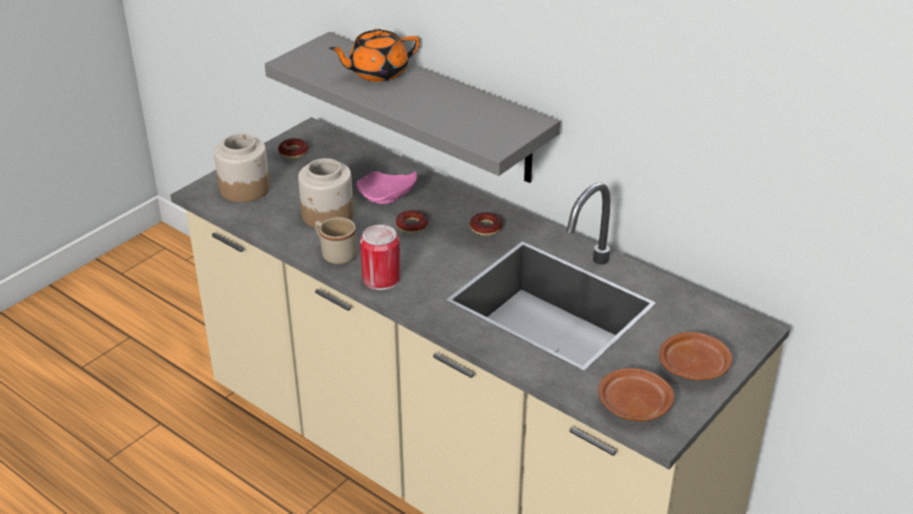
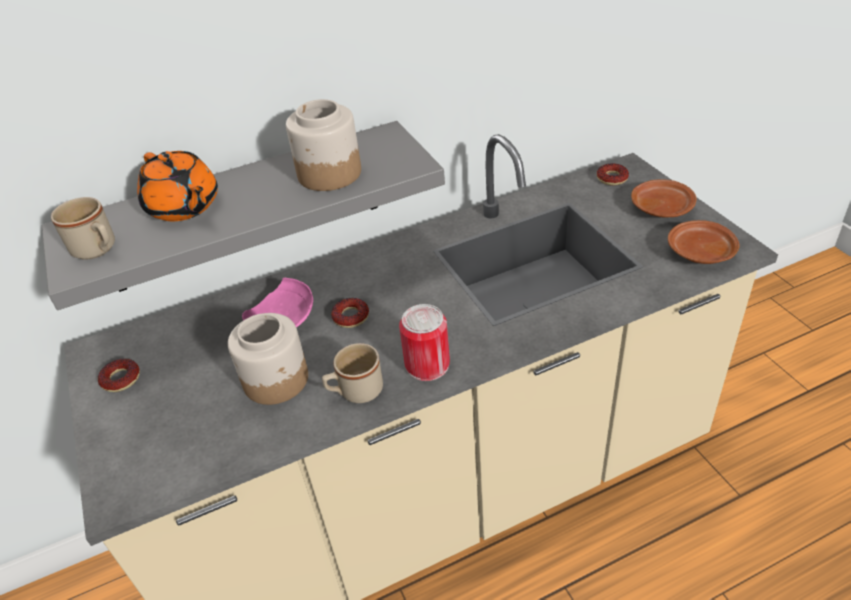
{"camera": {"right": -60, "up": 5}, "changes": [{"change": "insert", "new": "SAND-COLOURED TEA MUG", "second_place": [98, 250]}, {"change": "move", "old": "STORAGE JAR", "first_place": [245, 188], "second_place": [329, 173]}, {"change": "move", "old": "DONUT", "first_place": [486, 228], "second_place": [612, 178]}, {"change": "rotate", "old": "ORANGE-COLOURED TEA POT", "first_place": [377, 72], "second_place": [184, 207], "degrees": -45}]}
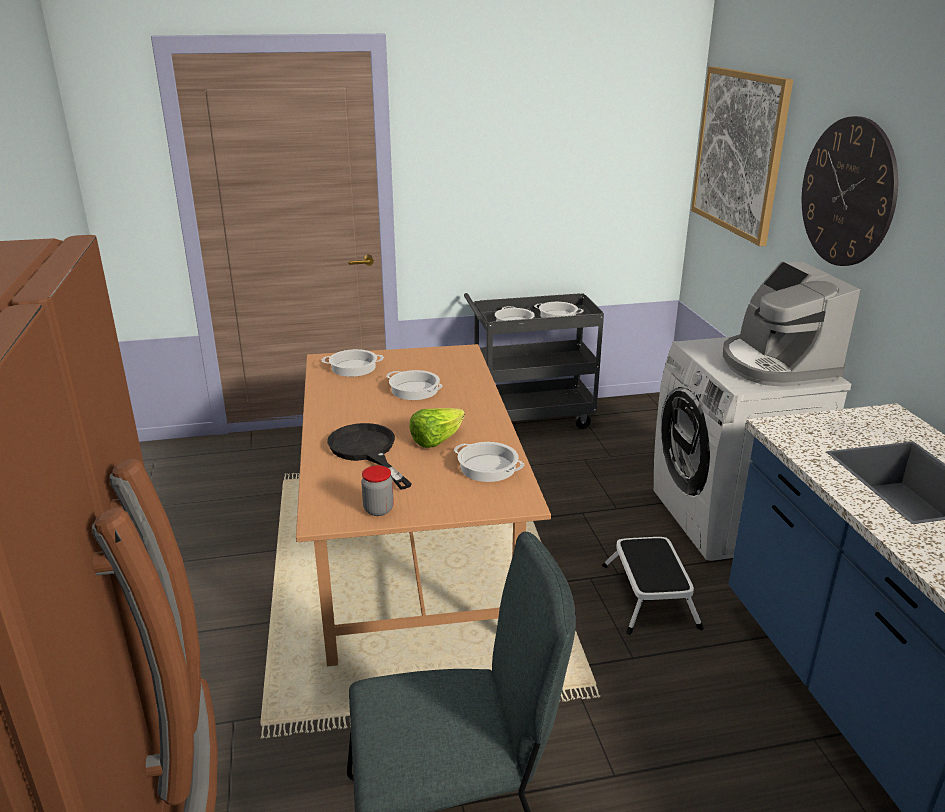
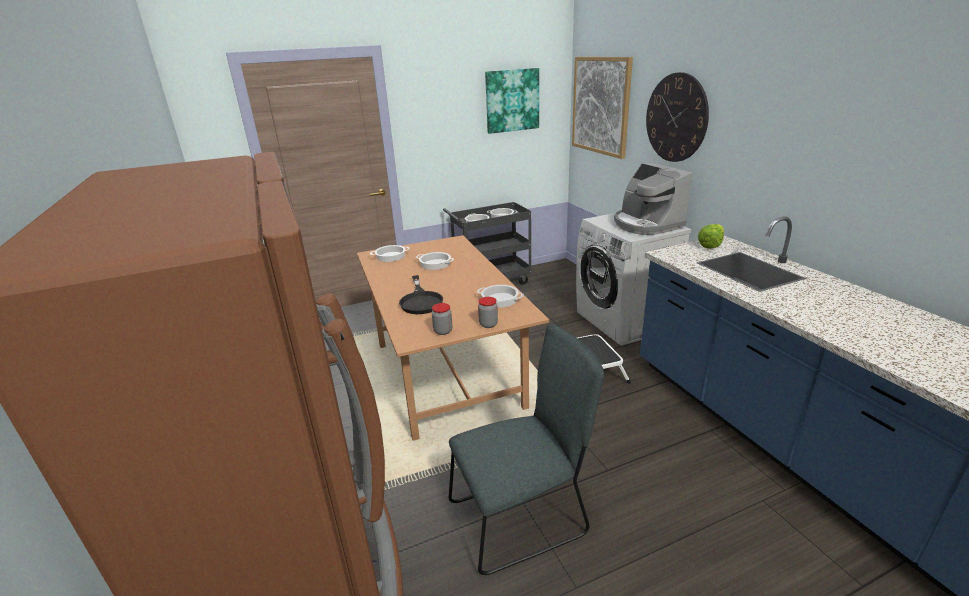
{"camera": {"right": -10, "up": 0}, "changes": [{"change": "insert", "new": "STORAGE JAR", "second_place": [488, 324]}, {"change": "insert", "new": "PICTURE", "second_place": [512, 100]}, {"change": "move", "old": "LETTUCE", "first_place": [436, 440], "second_place": [710, 245]}, {"change": "rotate", "old": "BLACKISH SKILLET", "first_place": [367, 451], "second_place": [421, 300], "degrees": -150}]}
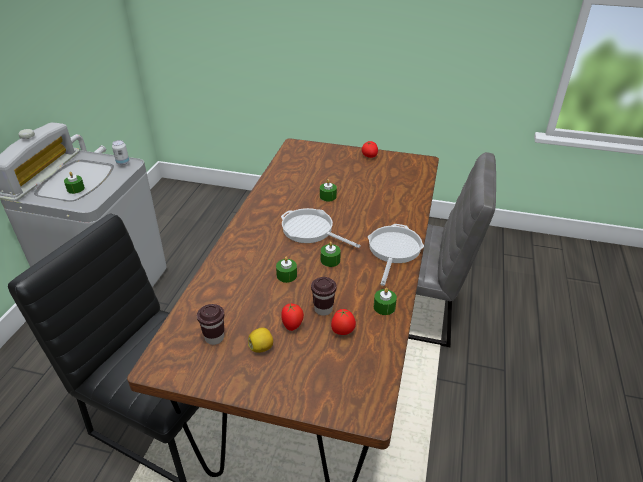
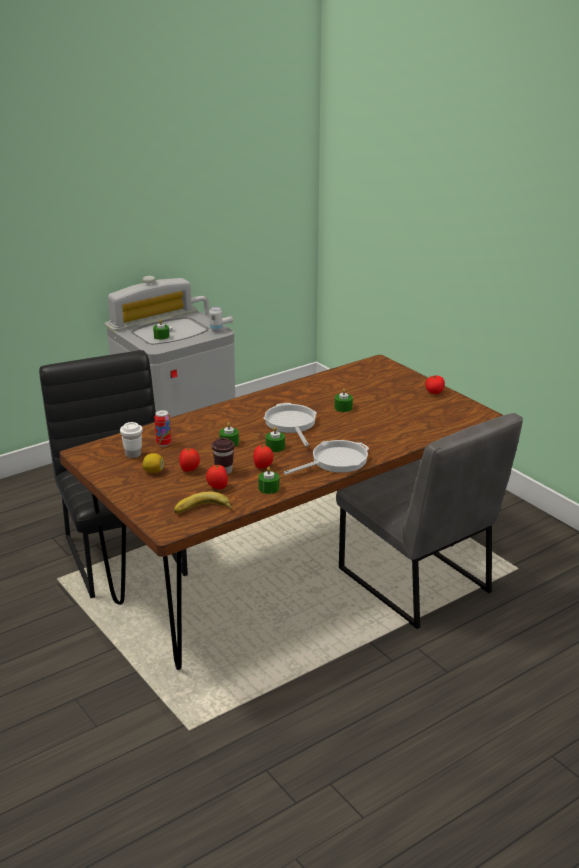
{"camera": {"right": 40, "up": -10}, "changes": [{"change": "insert", "new": "CAN", "second_place": [163, 443]}, {"change": "insert", "new": "BANANA", "second_place": [203, 510]}, {"change": "insert", "new": "TOMATO", "second_place": [263, 467]}, {"change": "recolor", "old": "BROWN-COLOURED DRINKING CUP", "new": "WHITISH DRINKING CUP", "first_place": [214, 338], "second_place": [133, 454]}]}
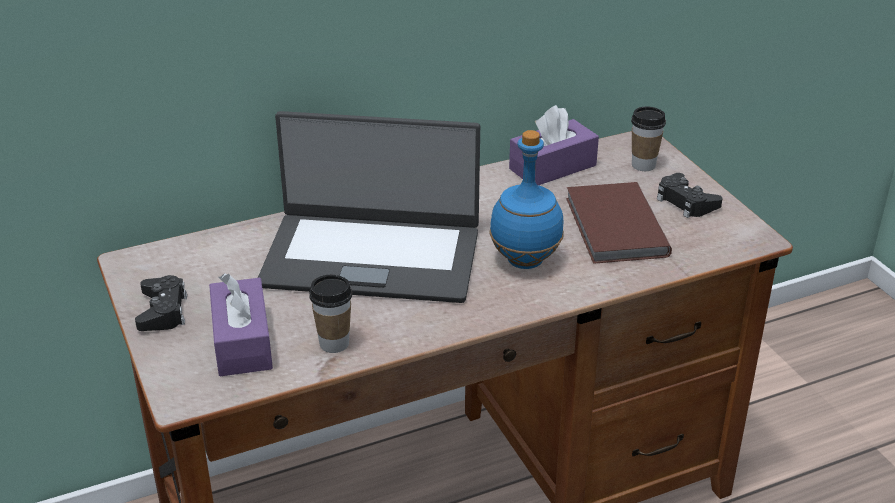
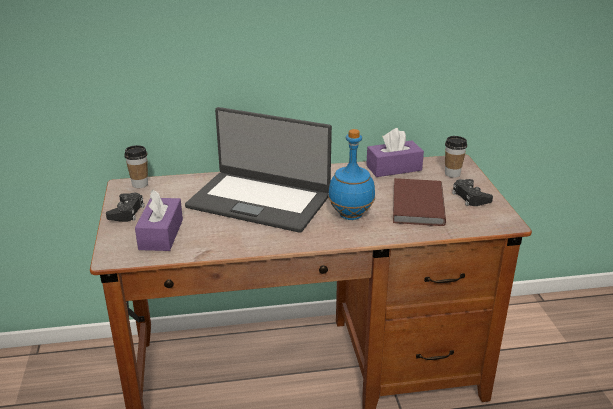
{"camera": {"right": 15, "up": -5}, "changes": [{"change": "move", "old": "DRINKING CUP", "first_place": [334, 343], "second_place": [140, 184]}]}
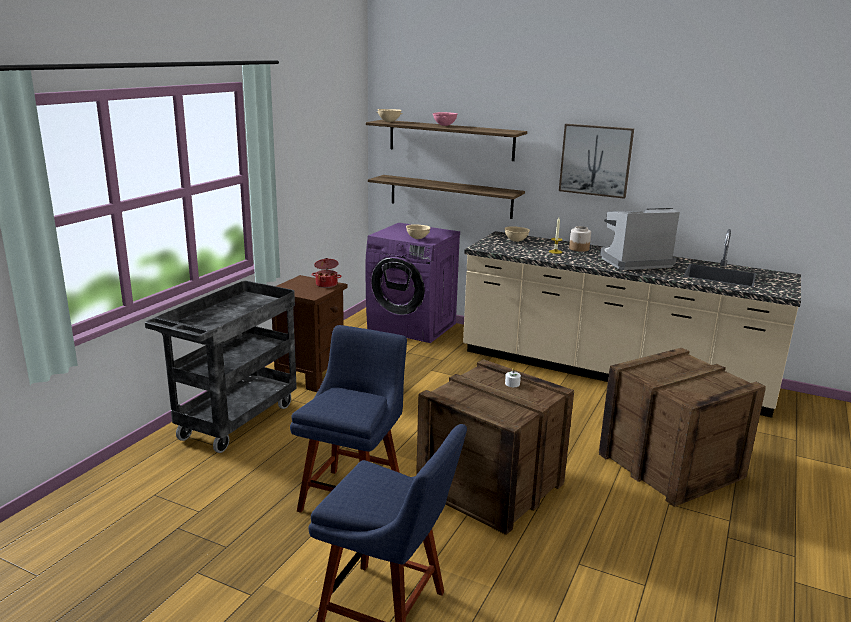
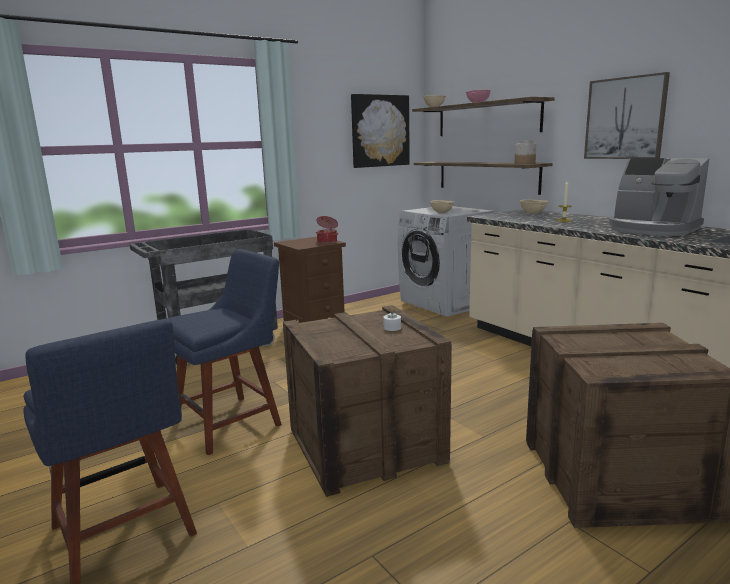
{"camera": {"right": 30, "up": -5}, "changes": [{"change": "insert", "new": "PICTURE", "second_place": [380, 131]}, {"change": "move", "old": "STORAGE JAR", "first_place": [579, 248], "second_place": [525, 163]}, {"change": "recolor", "old": "PURPLISH LAUNDRY MACHINE", "new": "WHITISH LAUNDRY MACHINE", "first_place": [412, 328], "second_place": [444, 305]}, {"change": "rotate", "old": "COFFEE MACHINE", "first_place": [633, 261], "second_place": [652, 229], "degrees": -150}]}
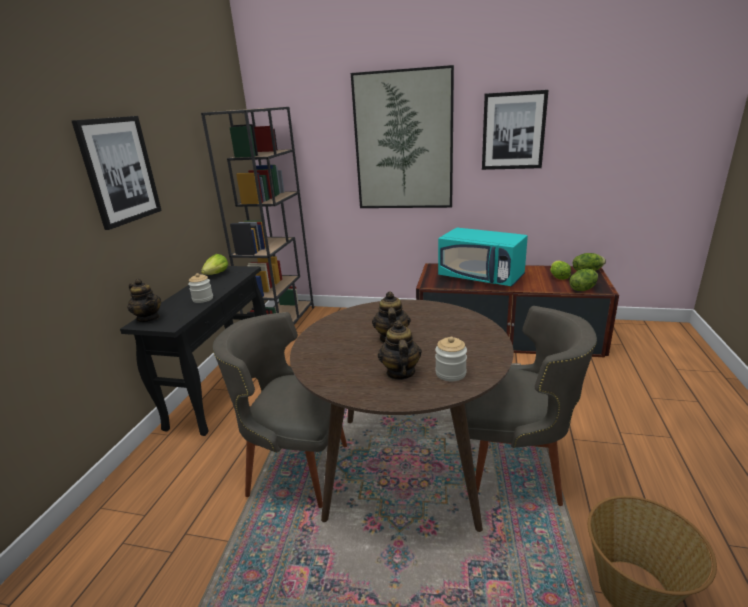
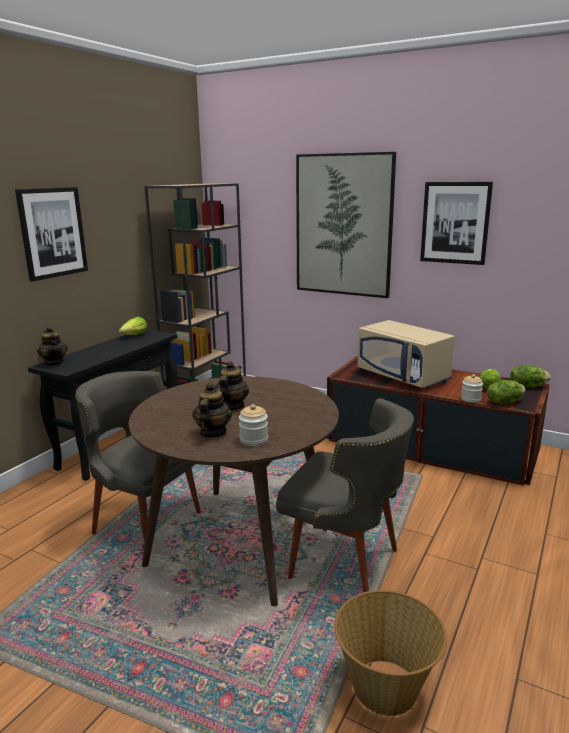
{"camera": {"right": 15, "up": -5}, "changes": [{"change": "move", "old": "STORAGE JAR", "first_place": [203, 299], "second_place": [470, 399]}, {"change": "recolor", "old": "BLUE-GREEN KITCHEN MICROWAVE", "new": "SAND-COLOURED KITCHEN MICROWAVE", "first_place": [481, 277], "second_place": [403, 376]}]}
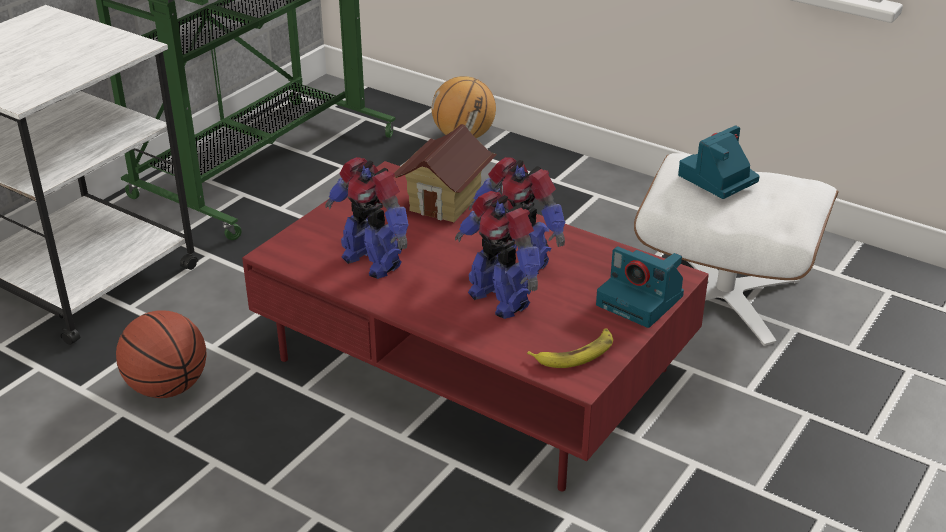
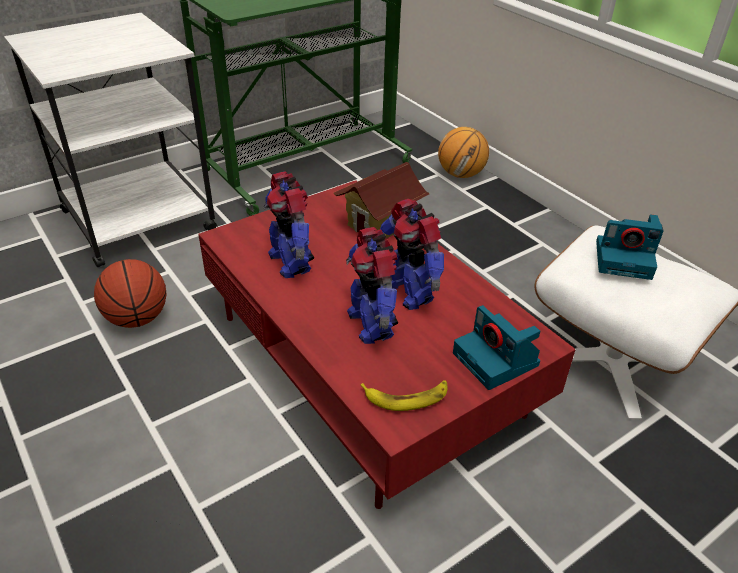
{"camera": {"right": 20, "up": 5}, "changes": [{"change": "rotate", "old": "PHOTO CAMERA", "first_place": [717, 179], "second_place": [624, 259], "degrees": -150}]}
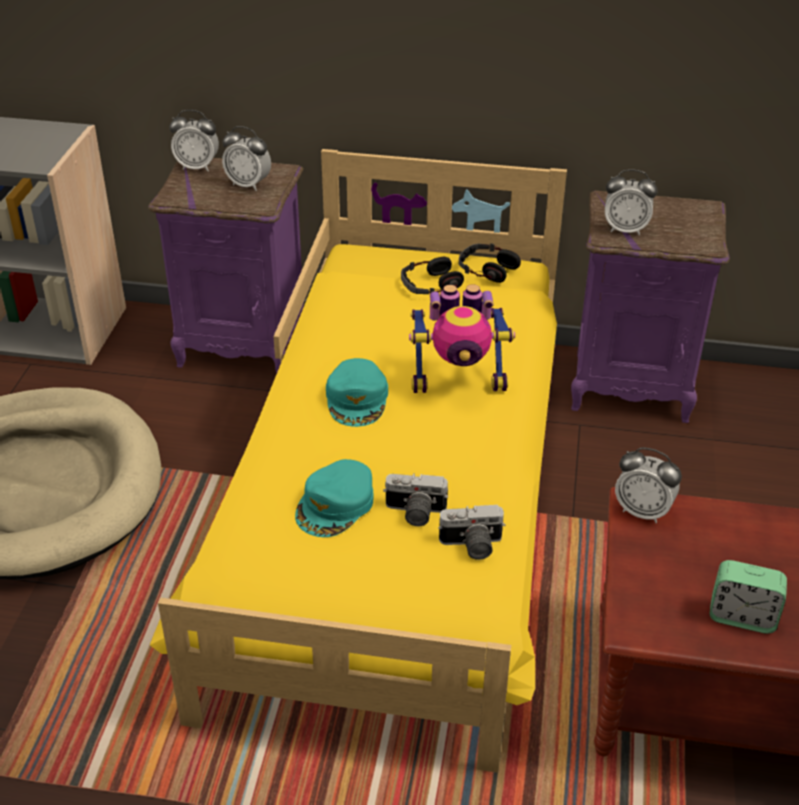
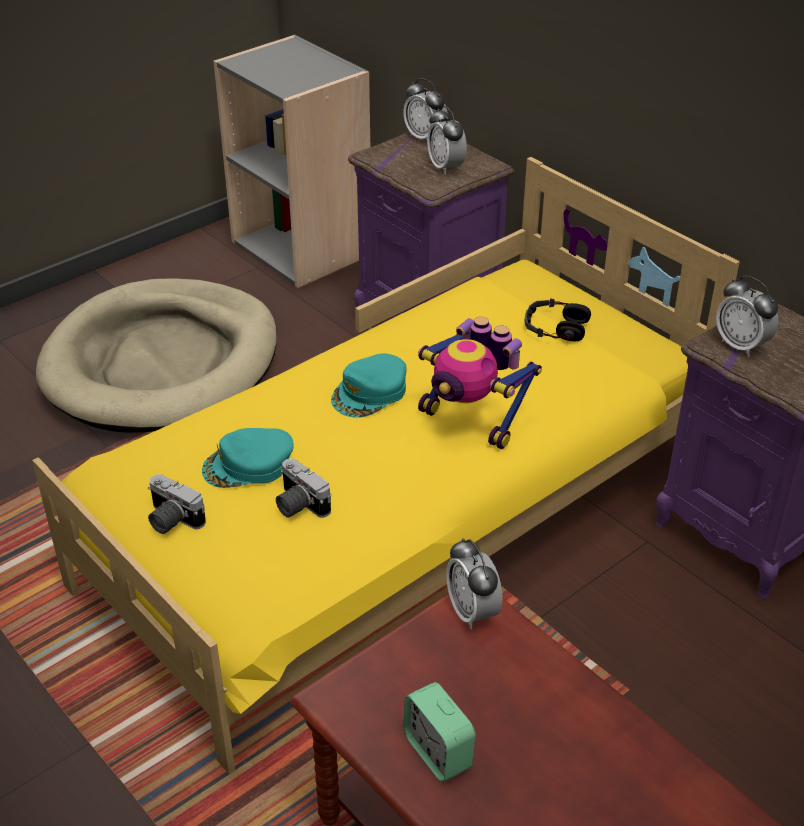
{"camera": {"right": 40, "up": 0}, "changes": [{"change": "delete", "old": "HEADPHONES", "first_place": [487, 269]}, {"change": "move", "old": "PHOTO CAMERA", "first_place": [471, 546], "second_place": [171, 520]}]}
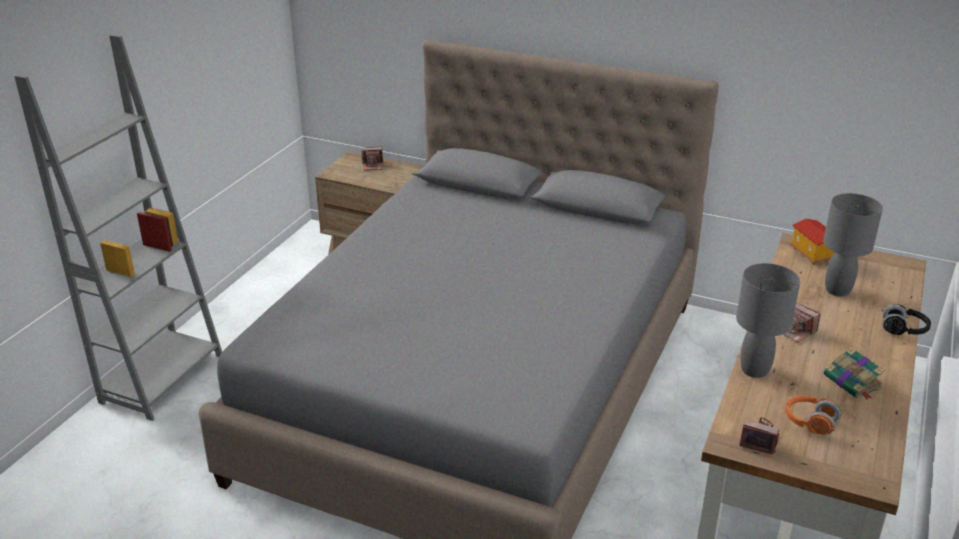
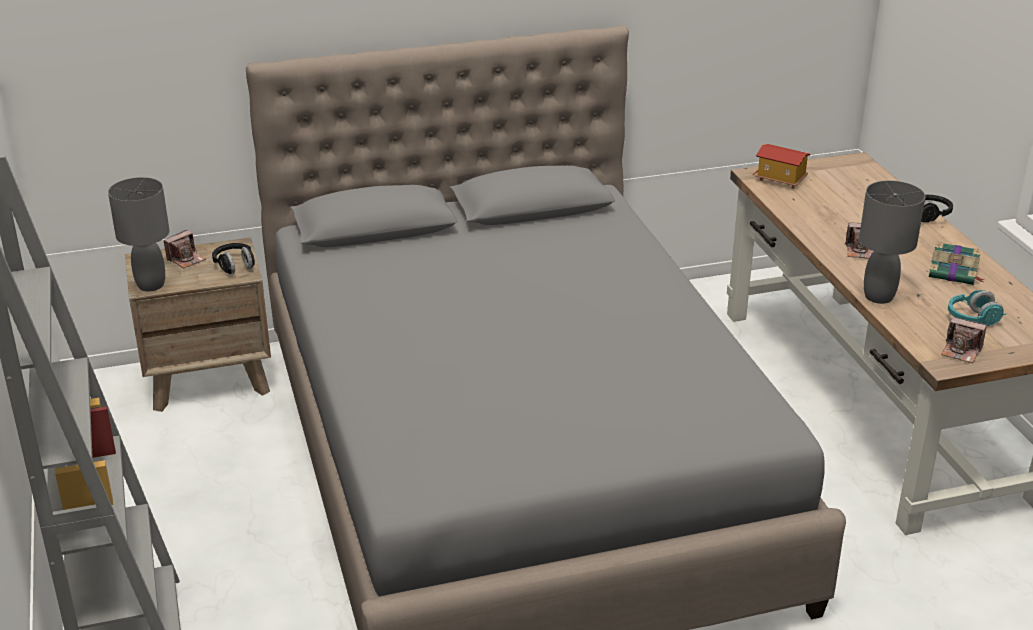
{"camera": {"right": -40, "up": 0}, "changes": [{"change": "insert", "new": "BLACKISH HEADPHONES", "second_place": [235, 266]}, {"change": "move", "old": "GREY LAMP FOR A TABLE", "first_place": [837, 290], "second_place": [150, 285]}, {"change": "recolor", "old": "ORANGE-COLOURED HEADPHONES", "new": "BLUE-GREEN HEADPHONES", "first_place": [810, 423], "second_place": [972, 319]}, {"change": "rotate", "old": "PHOTO CAMERA", "first_place": [758, 441], "second_place": [961, 351], "degrees": -135}]}
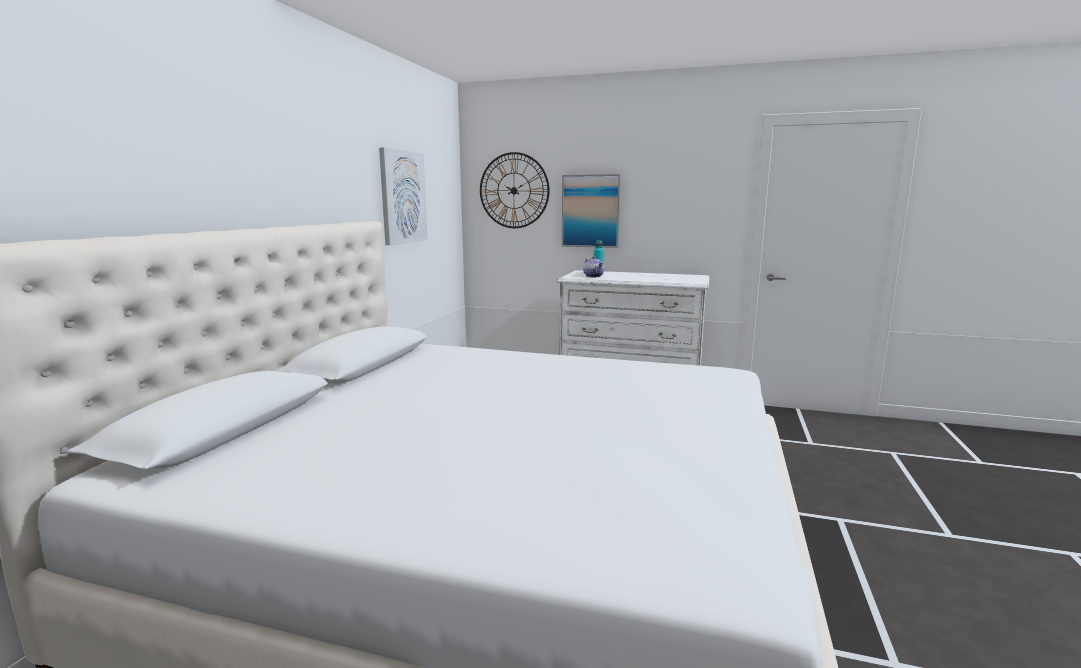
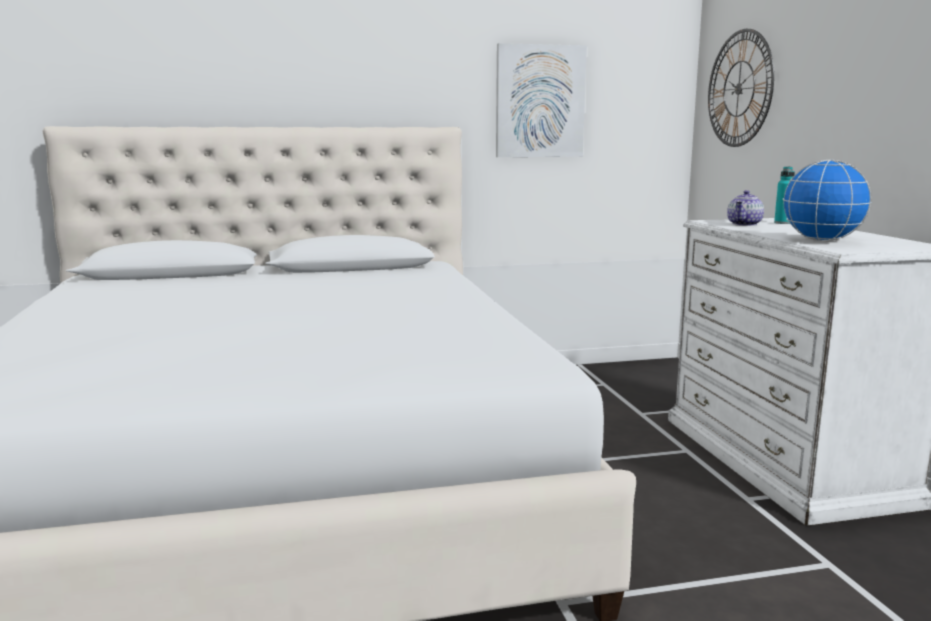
{"camera": {"right": 60, "up": 0}, "changes": [{"change": "delete", "old": "PICTURE", "first_place": [590, 211]}, {"change": "insert", "new": "DESK GLOBE", "second_place": [821, 240]}]}
